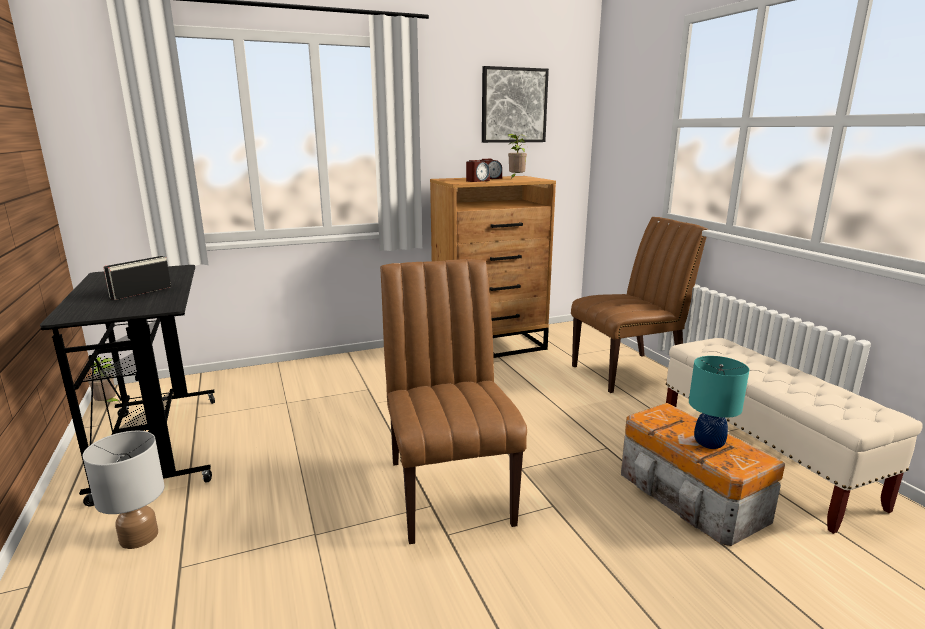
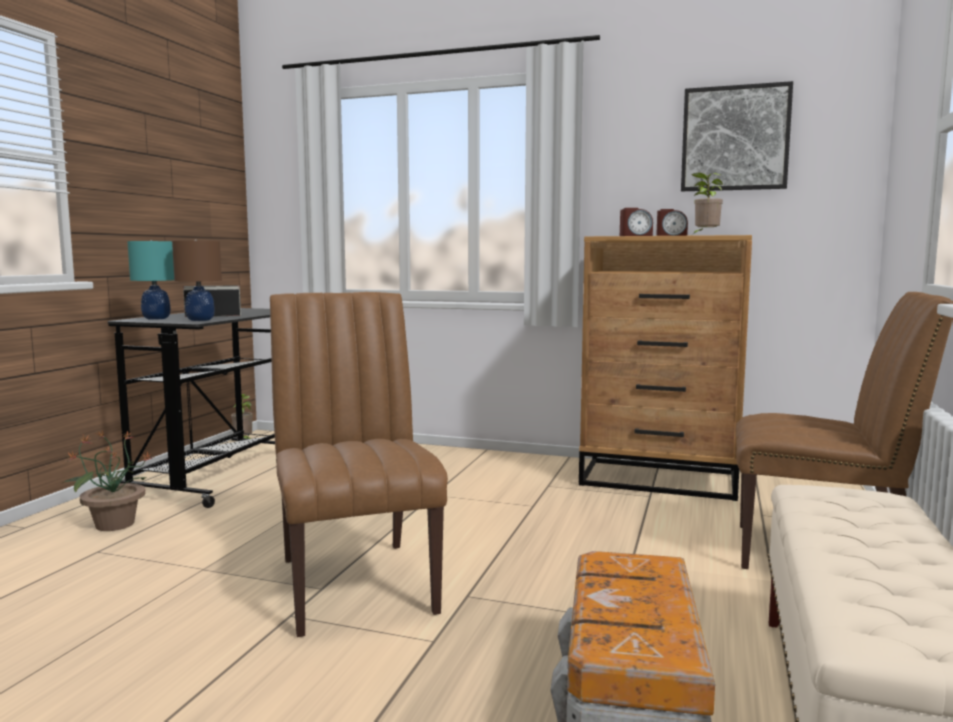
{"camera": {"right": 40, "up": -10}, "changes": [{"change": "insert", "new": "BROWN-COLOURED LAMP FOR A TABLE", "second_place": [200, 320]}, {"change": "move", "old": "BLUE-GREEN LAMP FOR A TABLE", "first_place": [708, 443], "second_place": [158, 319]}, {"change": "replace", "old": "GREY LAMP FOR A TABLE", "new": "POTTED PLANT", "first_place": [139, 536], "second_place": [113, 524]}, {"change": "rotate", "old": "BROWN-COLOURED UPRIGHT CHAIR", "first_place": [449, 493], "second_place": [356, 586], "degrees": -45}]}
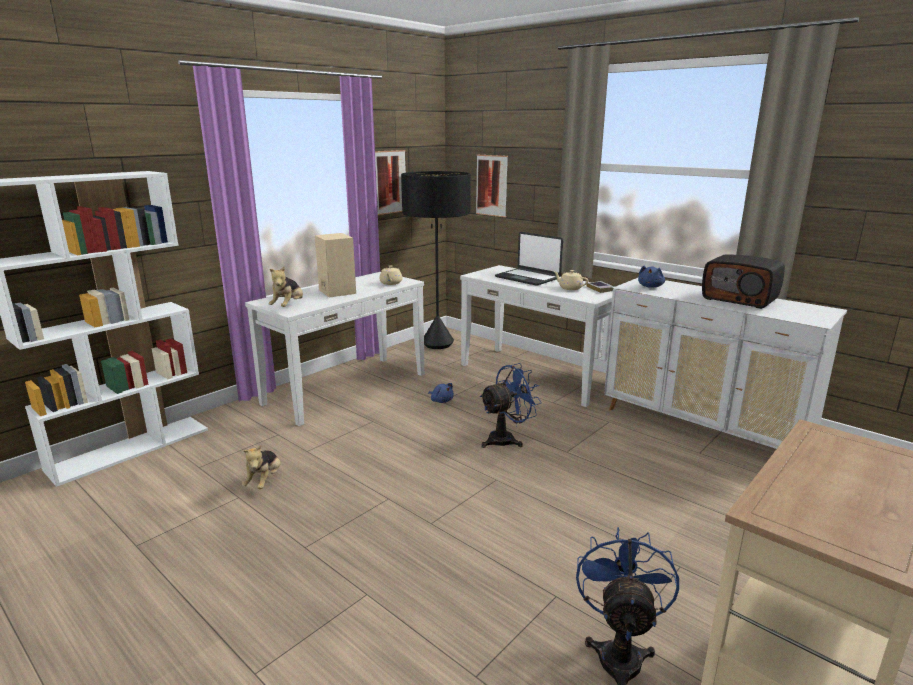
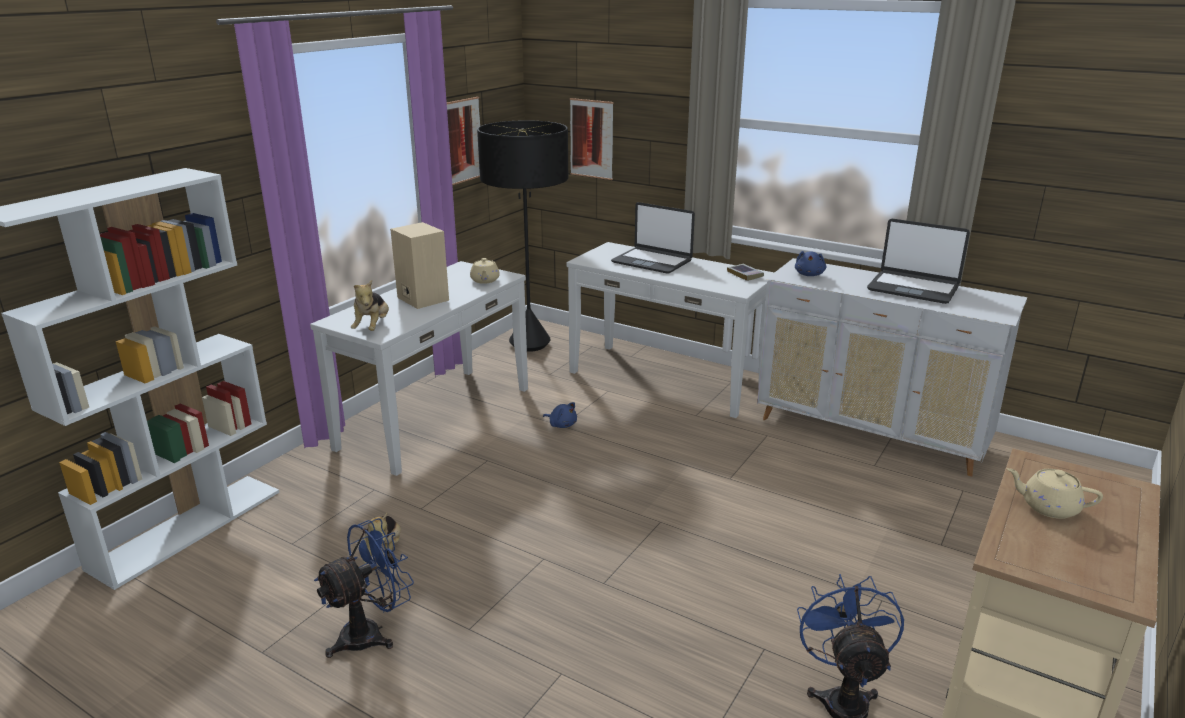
{"camera": {"right": -10, "up": 5}, "changes": [{"change": "move", "old": "BLUISH COOLING FAN", "first_place": [507, 439], "second_place": [371, 633]}, {"change": "move", "old": "SAND-COLOURED TEA POT", "first_place": [570, 288], "second_place": [1048, 507]}, {"change": "replace", "old": "RADIO RECEIVER", "new": "NOTEBOOK COMPUTER", "first_place": [740, 299], "second_place": [913, 288]}]}
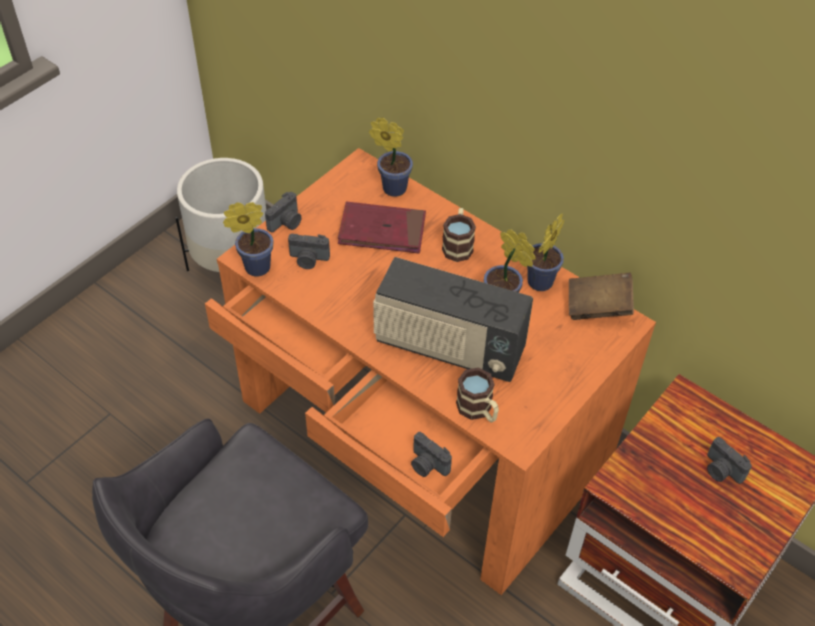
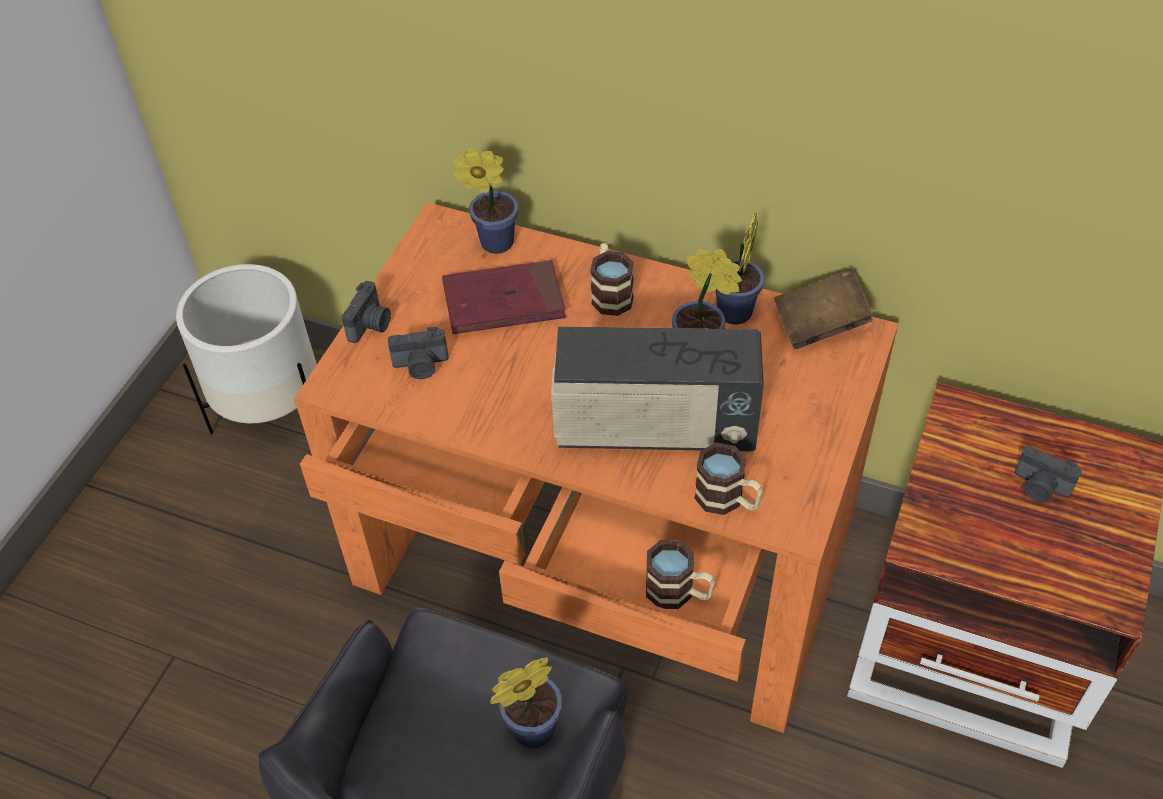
{"camera": {"right": -15, "up": 0}, "changes": [{"change": "move", "old": "POTTED PLANT", "first_place": [253, 267], "second_place": [528, 732]}, {"change": "replace", "old": "PHOTO CAMERA", "new": "TEA MUG", "first_place": [427, 465], "second_place": [679, 592]}]}
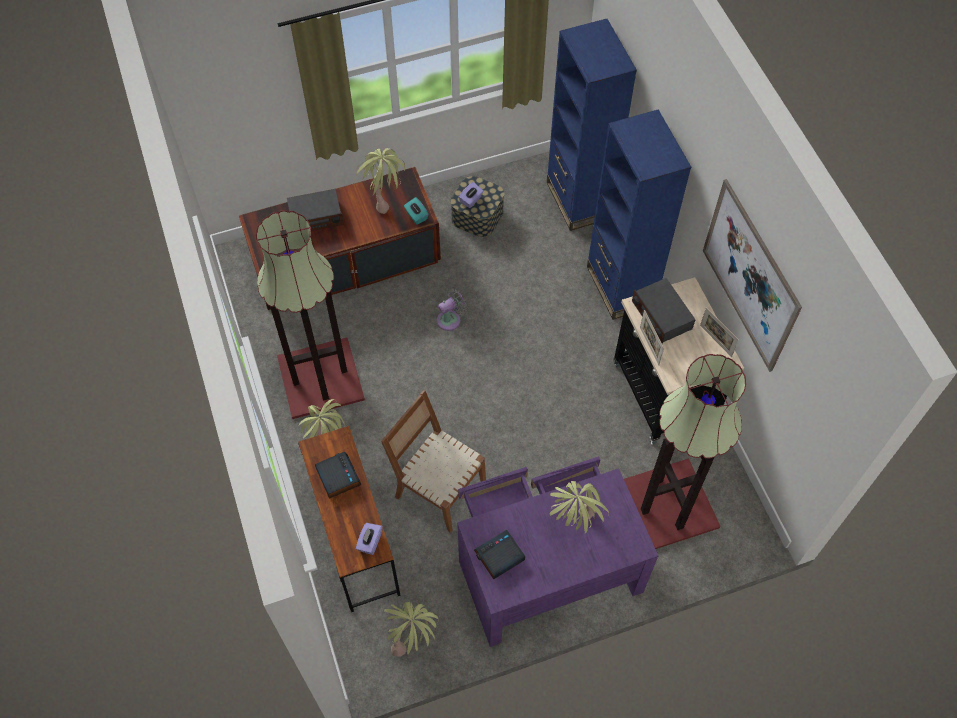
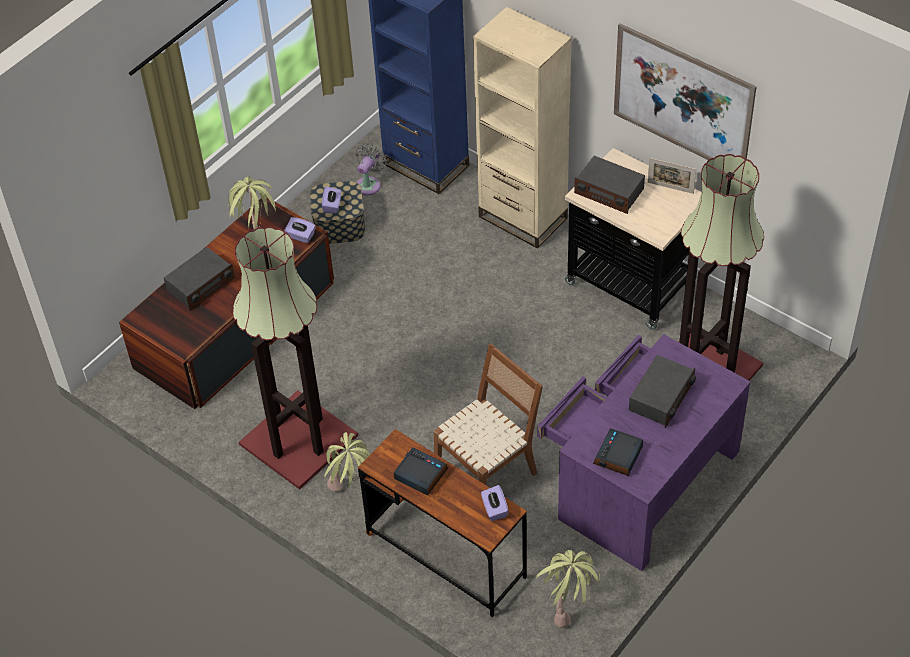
{"camera": {"right": -30, "up": -10}, "changes": [{"change": "delete", "old": "PHOTO FRAME", "first_place": [649, 346]}, {"change": "move", "old": "GREY COOLING FAN", "first_place": [451, 319], "second_place": [369, 184]}, {"change": "replace", "old": "POTTED PLANT", "new": "RADIO RECEIVER", "first_place": [573, 525], "second_place": [661, 397]}, {"change": "recolor", "old": "BLUE-GREEN BOX OF TISSUES", "new": "PURPLISH BOX OF TISSUES", "first_place": [416, 216], "second_place": [301, 236]}, {"change": "recolor", "old": "BLUISH BOOKCASE", "new": "SAND-COLOURED BOOKCASE", "first_place": [620, 286], "second_place": [522, 217]}, {"change": "rotate", "old": "UPRIGHT CHAIR", "first_place": [437, 488], "second_place": [489, 470], "degrees": 135}]}
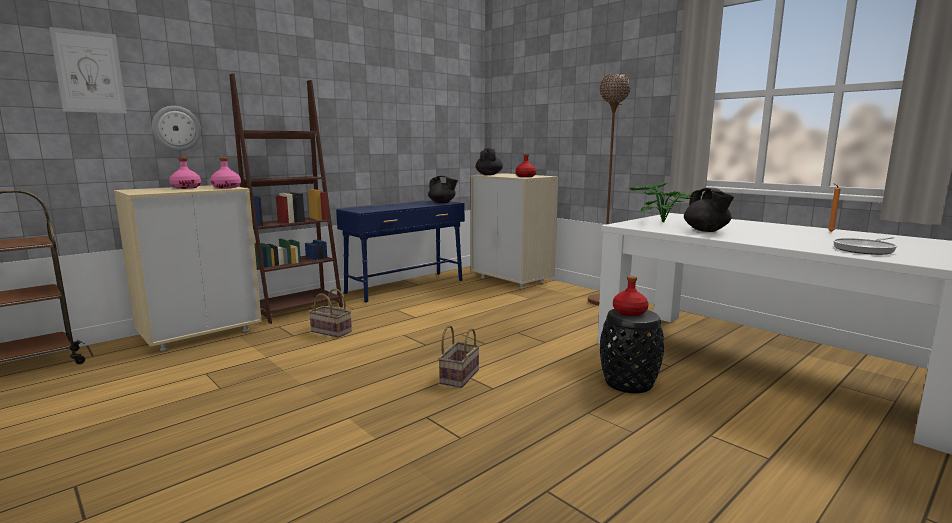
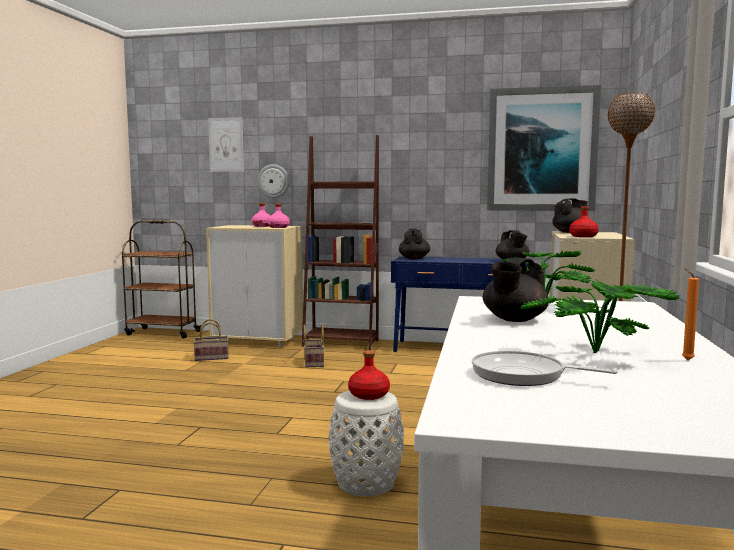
{"camera": {"right": 55, "up": -5}, "changes": [{"change": "insert", "new": "BLACKISH TEA POT", "second_place": [414, 258]}, {"change": "insert", "new": "PICTURE", "second_place": [541, 150]}, {"change": "insert", "new": "POTTED PLANT", "second_place": [595, 355]}, {"change": "move", "old": "STORAGE BASKET", "first_place": [459, 376], "second_place": [212, 357]}, {"change": "recolor", "old": "BLACKISH STOOL SEAT", "new": "WHITISH STOOL SEAT", "first_place": [628, 383], "second_place": [366, 483]}]}
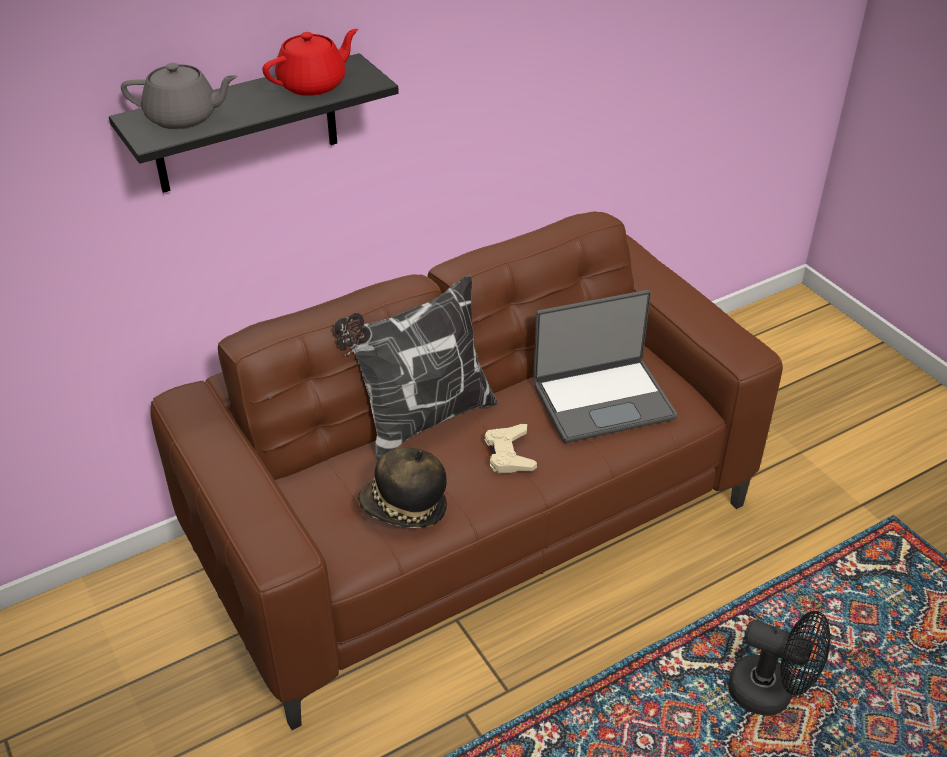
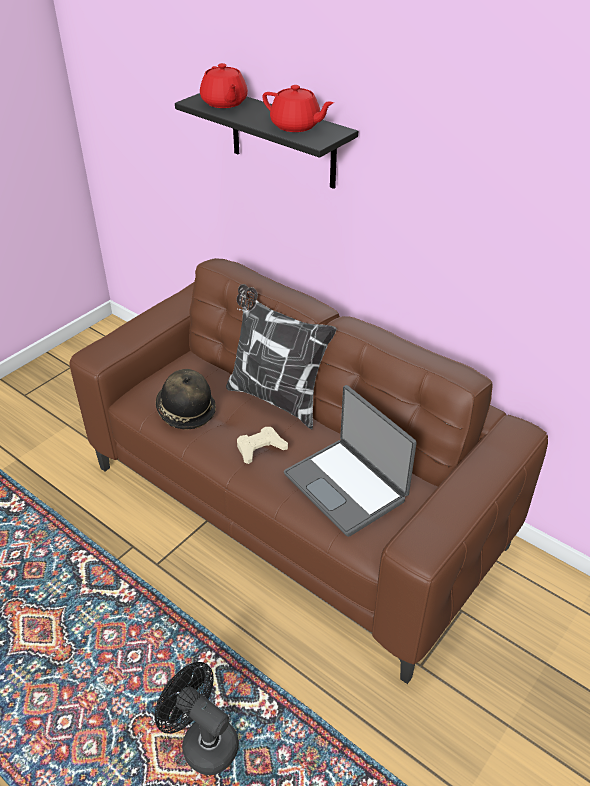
{"camera": {"right": 70, "up": 0}, "changes": [{"change": "recolor", "old": "GREY TEA POT", "new": "RED TEA POT", "first_place": [183, 118], "second_place": [224, 103]}, {"change": "rotate", "old": "BLACKISH COOLING FAN", "first_place": [771, 693], "second_place": [203, 741], "degrees": 120}]}
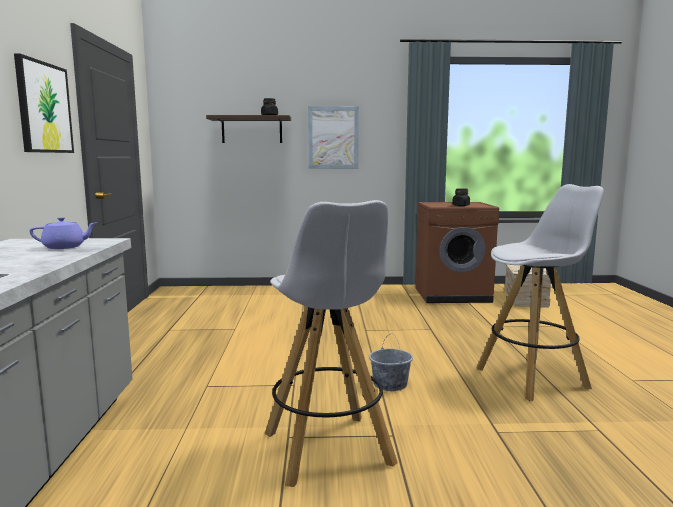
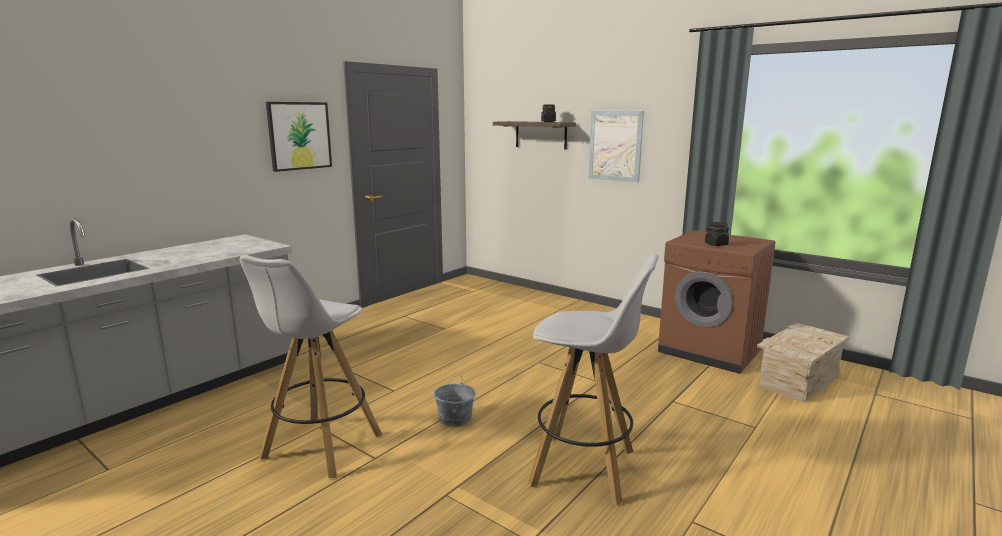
{"camera": {"right": 40, "up": 5}, "changes": [{"change": "delete", "old": "PURPLISH TEA POT", "first_place": [65, 247]}]}
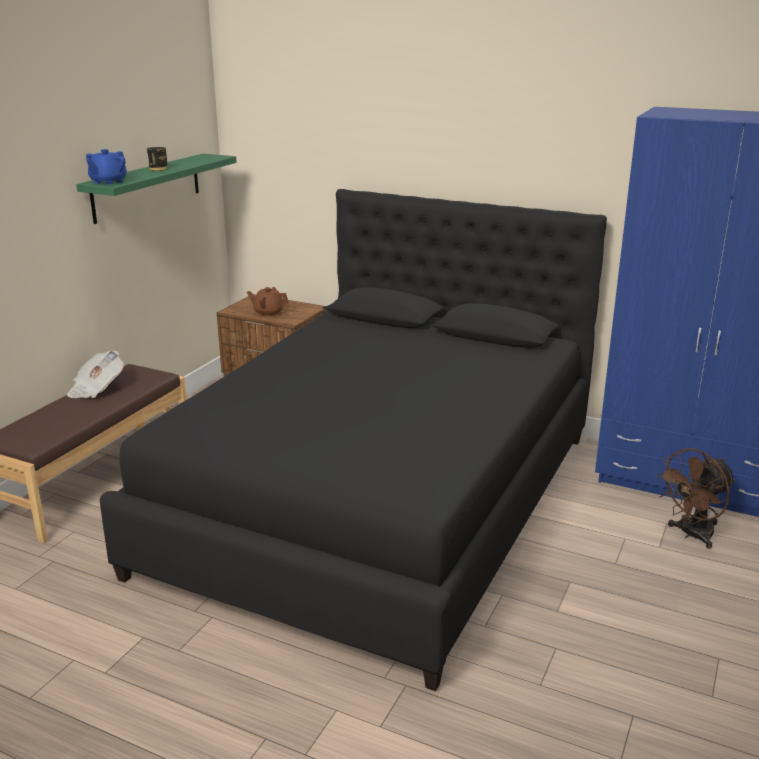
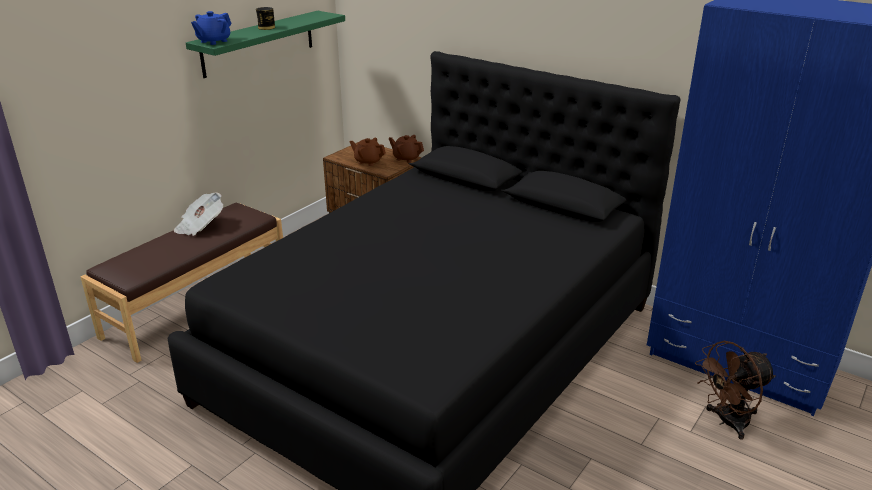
{"camera": {"right": 10, "up": 5}, "changes": [{"change": "insert", "new": "BROWN-COLOURED TEA POT", "second_place": [406, 158]}]}
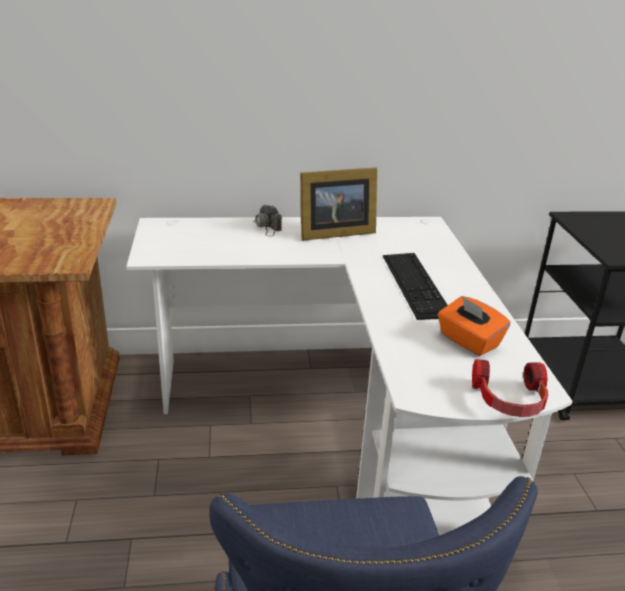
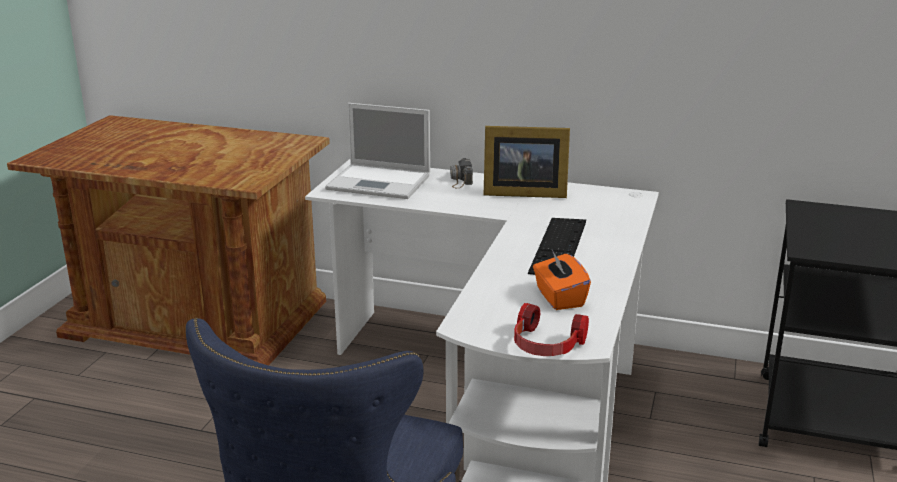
{"camera": {"right": 25, "up": -5}, "changes": [{"change": "insert", "new": "NOTEBOOK COMPUTER", "second_place": [381, 182]}]}
